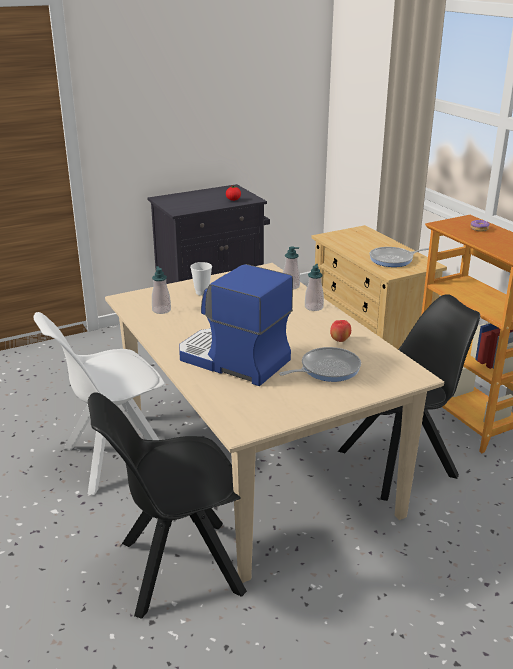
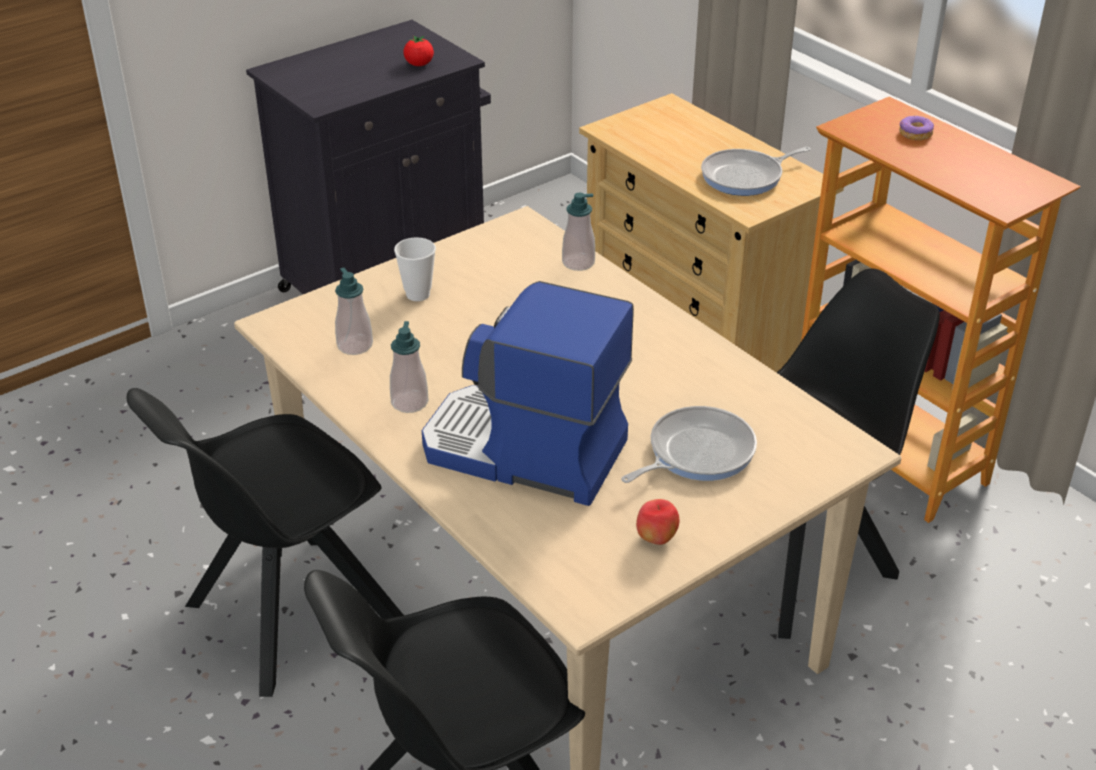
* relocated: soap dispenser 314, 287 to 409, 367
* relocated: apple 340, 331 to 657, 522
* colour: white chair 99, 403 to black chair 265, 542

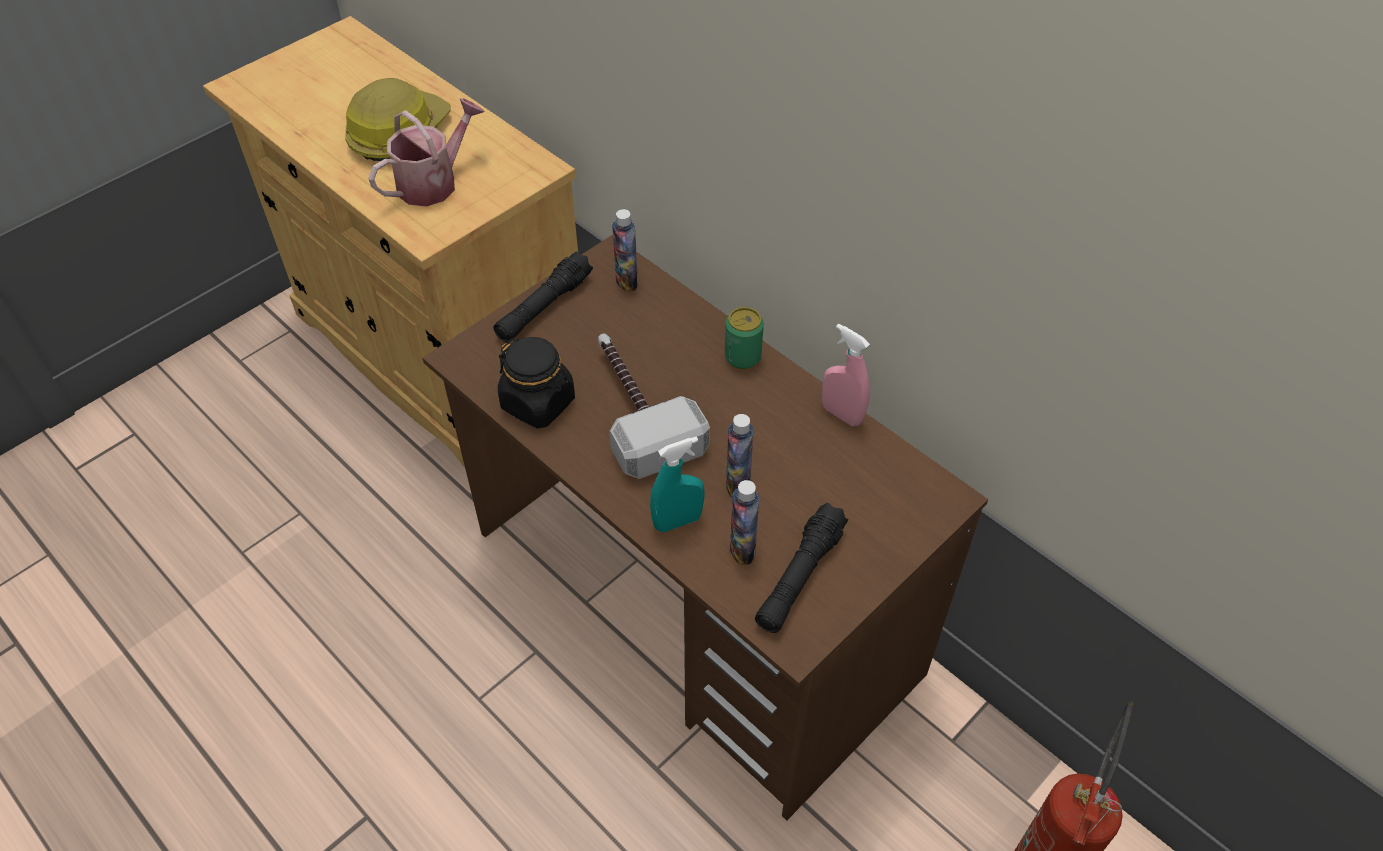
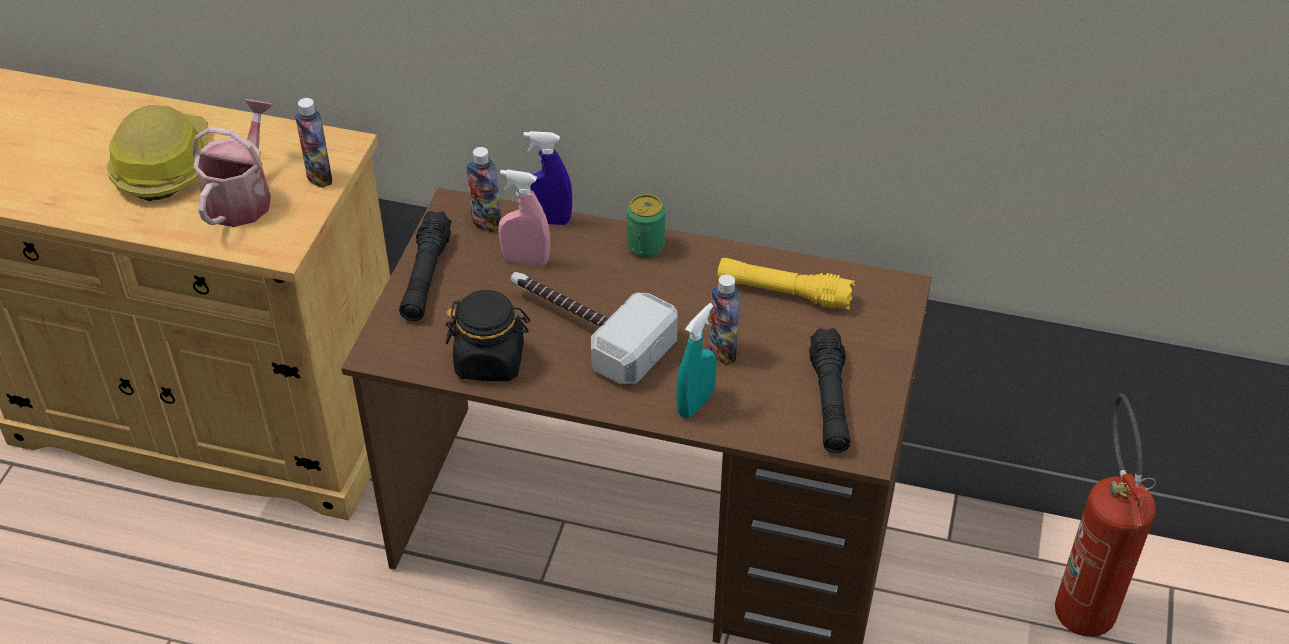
* appeared: blue spray bottle 548, 178
* appeared: yellow flashlight 786, 283
* relocated: bottle 744, 522 to 313, 143
* relocated: pink spray bottle 846, 375 to 524, 218

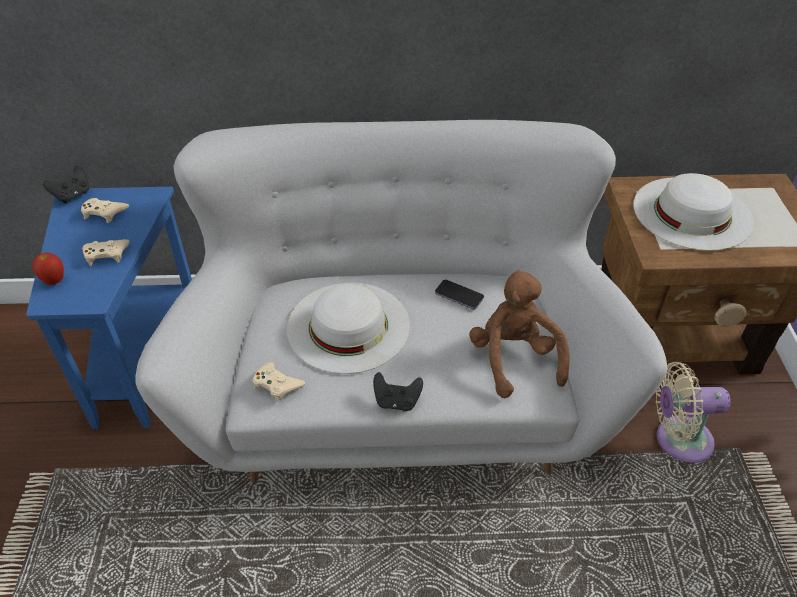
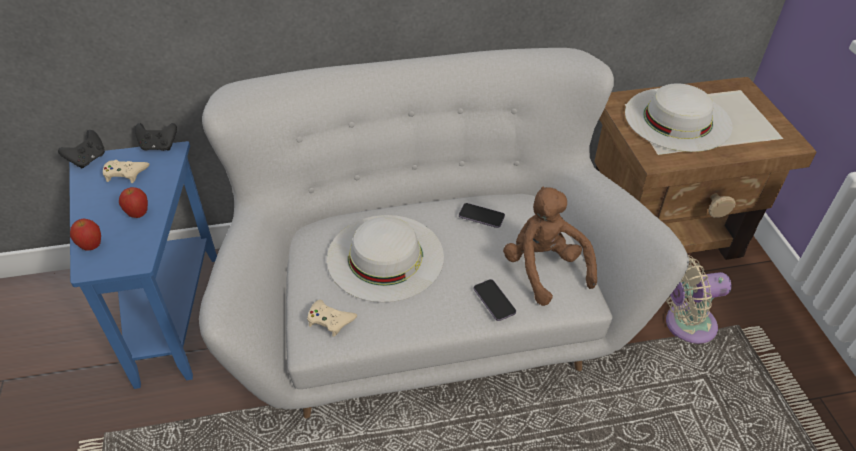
* appeared: phone 495, 300
* relocated: black game controller 398, 391 to 156, 137
* exchanged: beige game controller 106, 252 to apple 133, 202

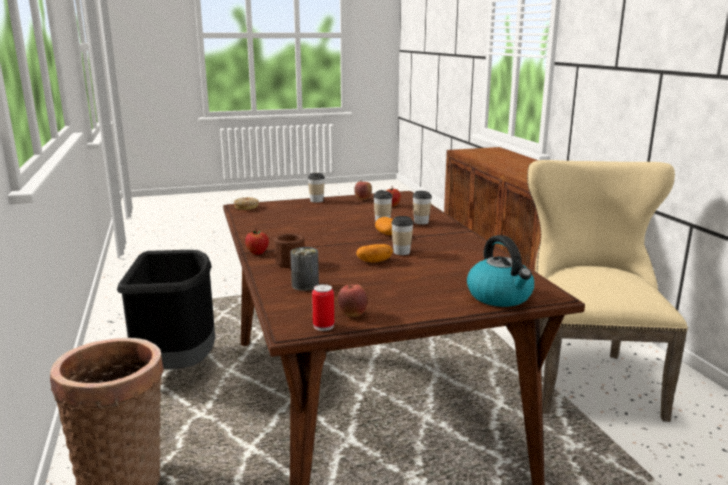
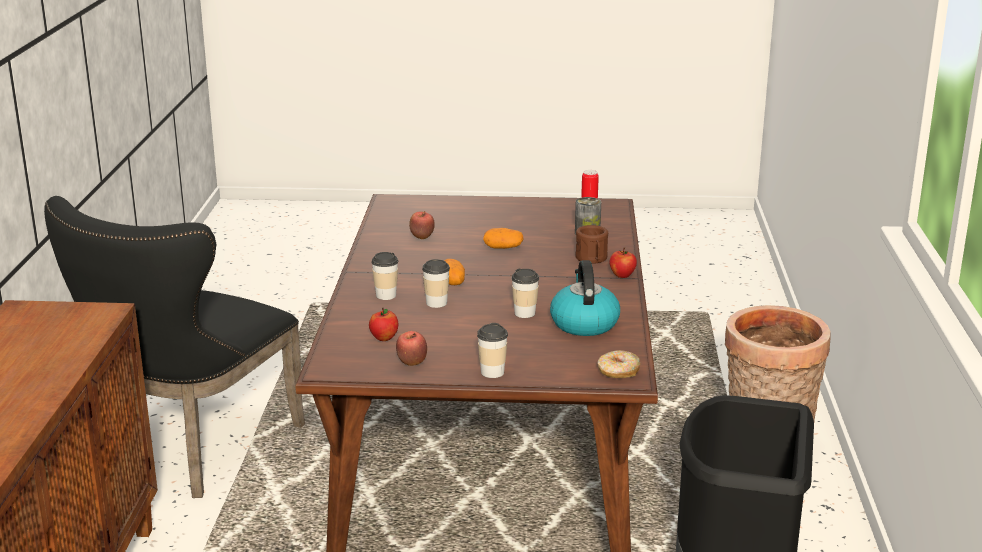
* relocated: apple 352, 300 to 422, 225
* relocated: cup 402, 235 to 525, 293
* relocated: kettle 500, 271 to 585, 298
* colour: beige chair 607, 291 to black chair 174, 347

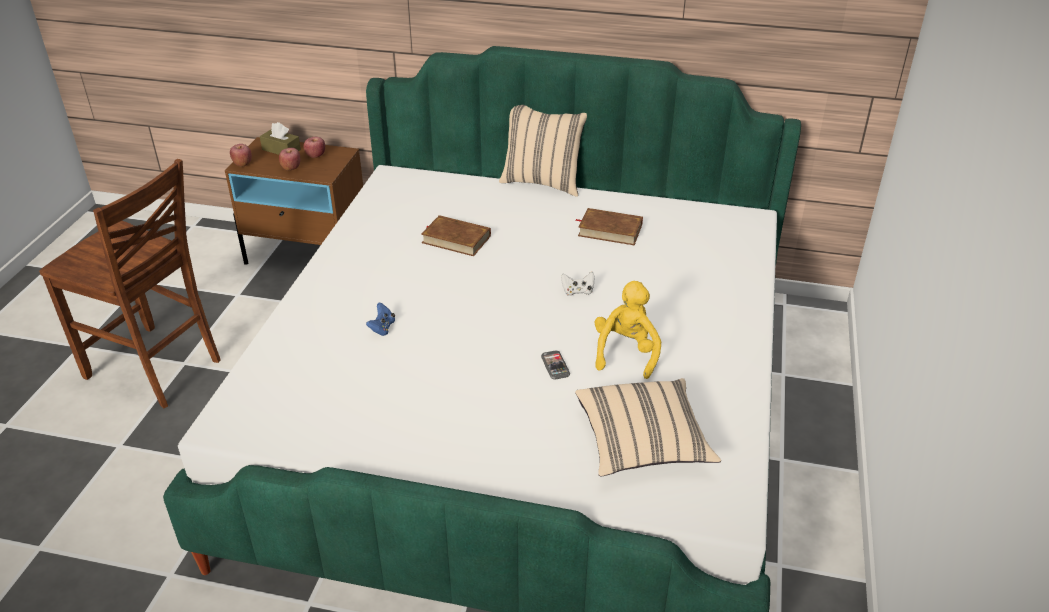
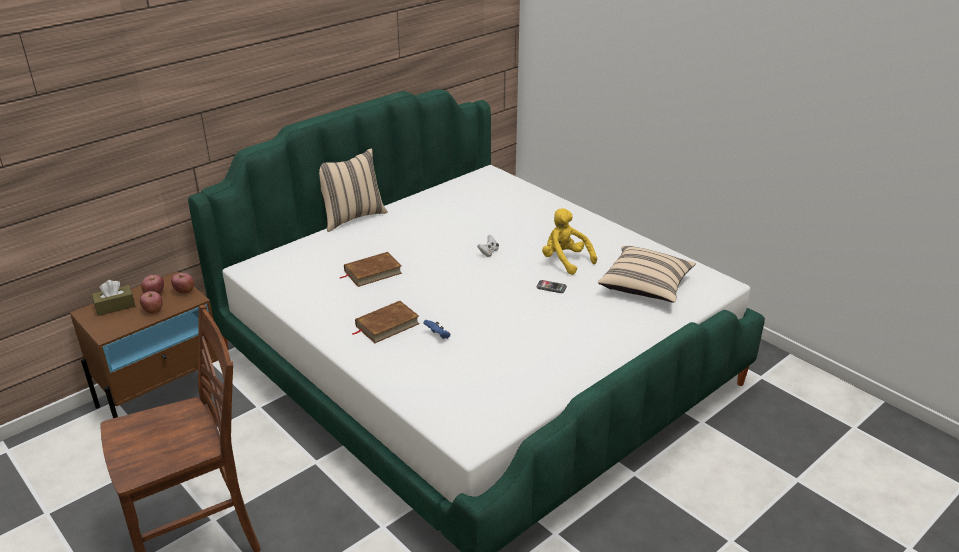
* relocated: apple 241, 155 to 182, 283
* relocated: brown book 609, 226 to 385, 322

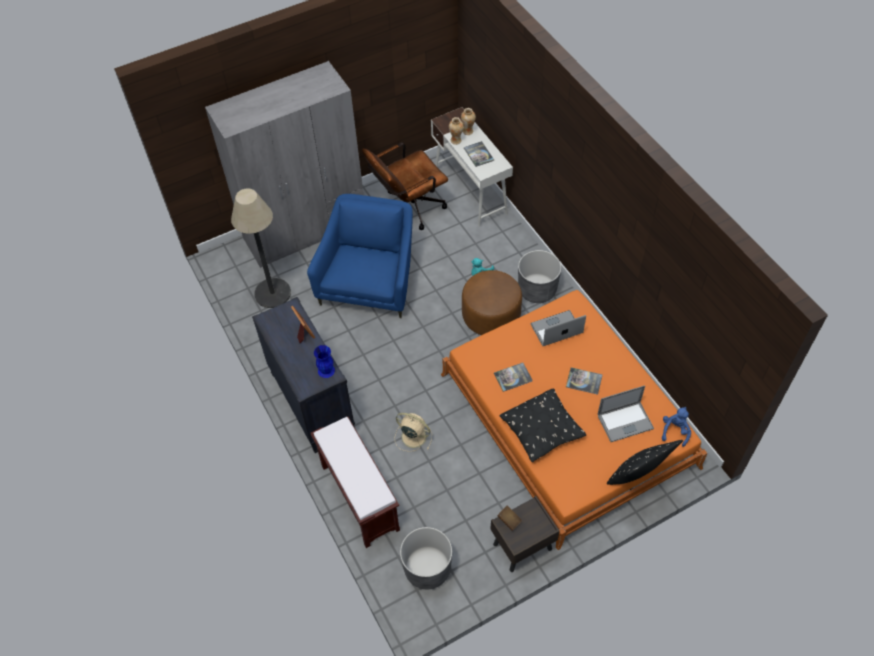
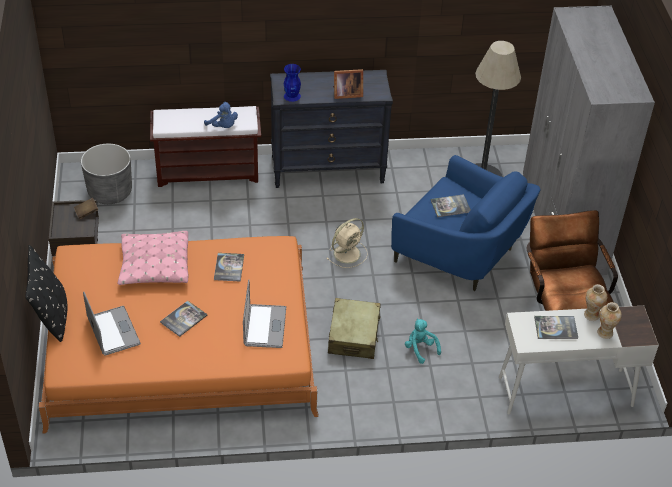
* missing: grey planter 539, 276
* appeared: book 451, 205
* relocated: beige fan 413, 432 to 347, 243
* relocated: blue plush toy 676, 427 to 221, 115
* exchanged: brown ottoman 492, 302 to beige suitcase 354, 328
* colour: black pillow 542, 425 to pink pillow 153, 258
* spun: laptop 626, 413 = 112, 324 150 degrees clockwise

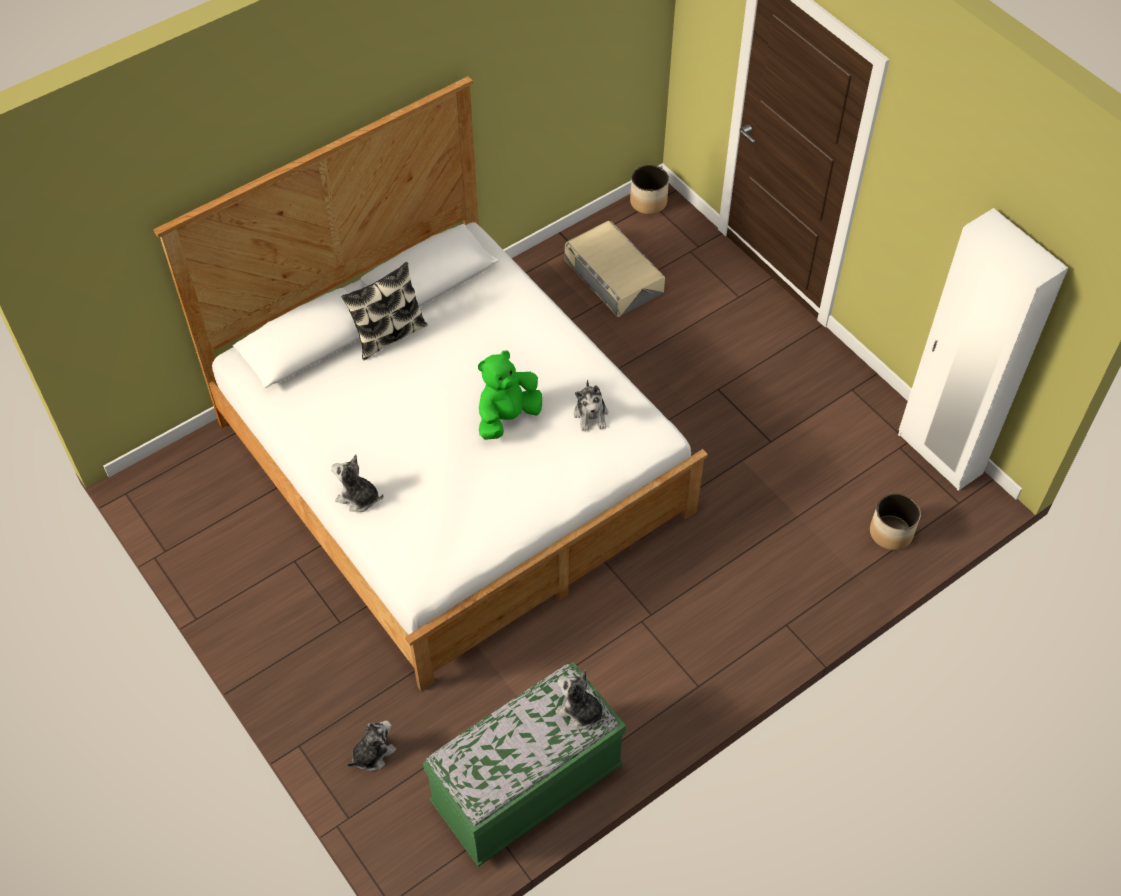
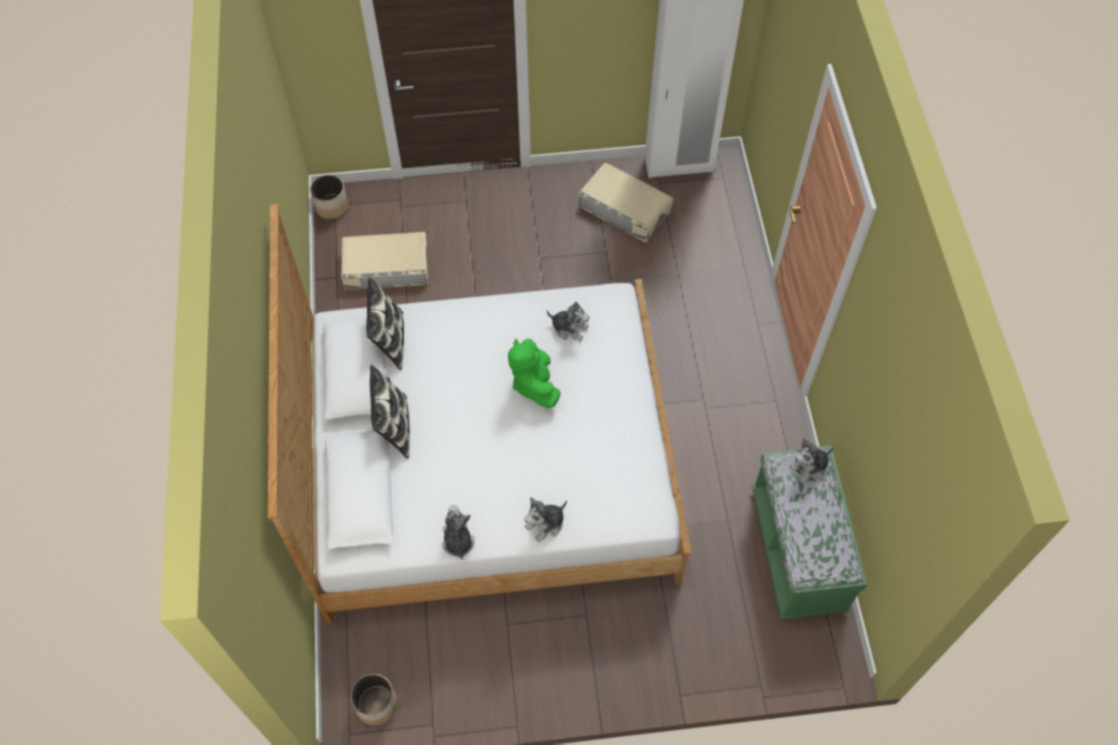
* appeared: pillow 385, 323
* appeared: beige storage box 626, 202
* relocated: plush toy 371, 745 to 458, 532
* relocated: planter 895, 521 to 374, 699

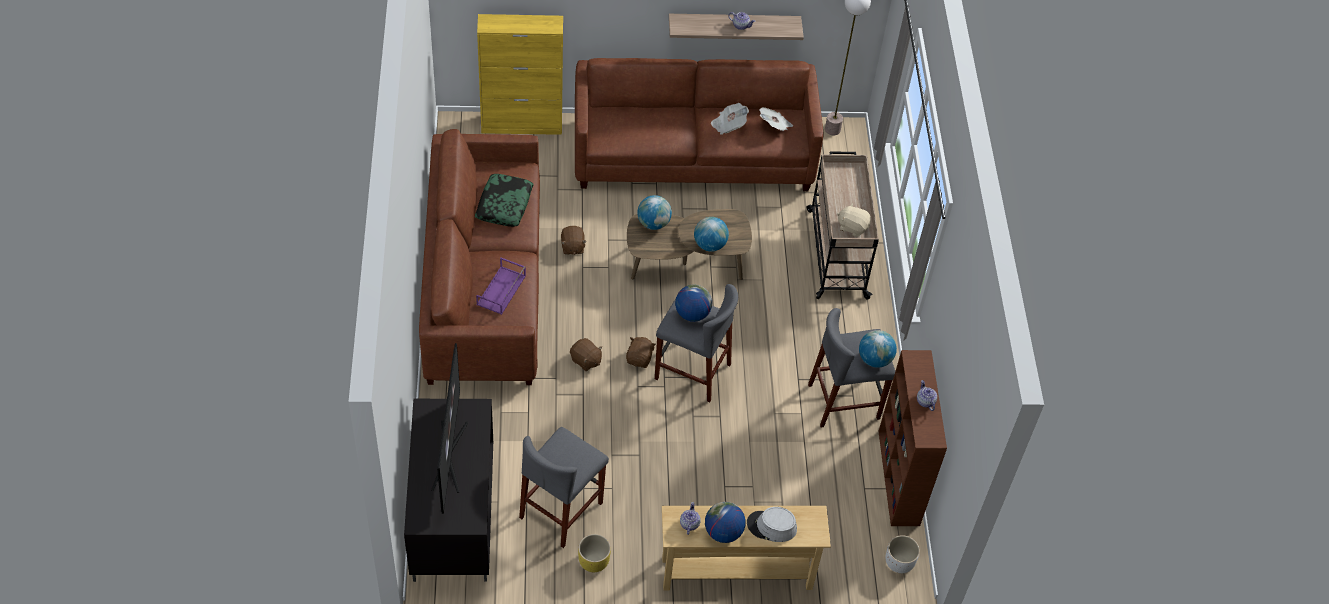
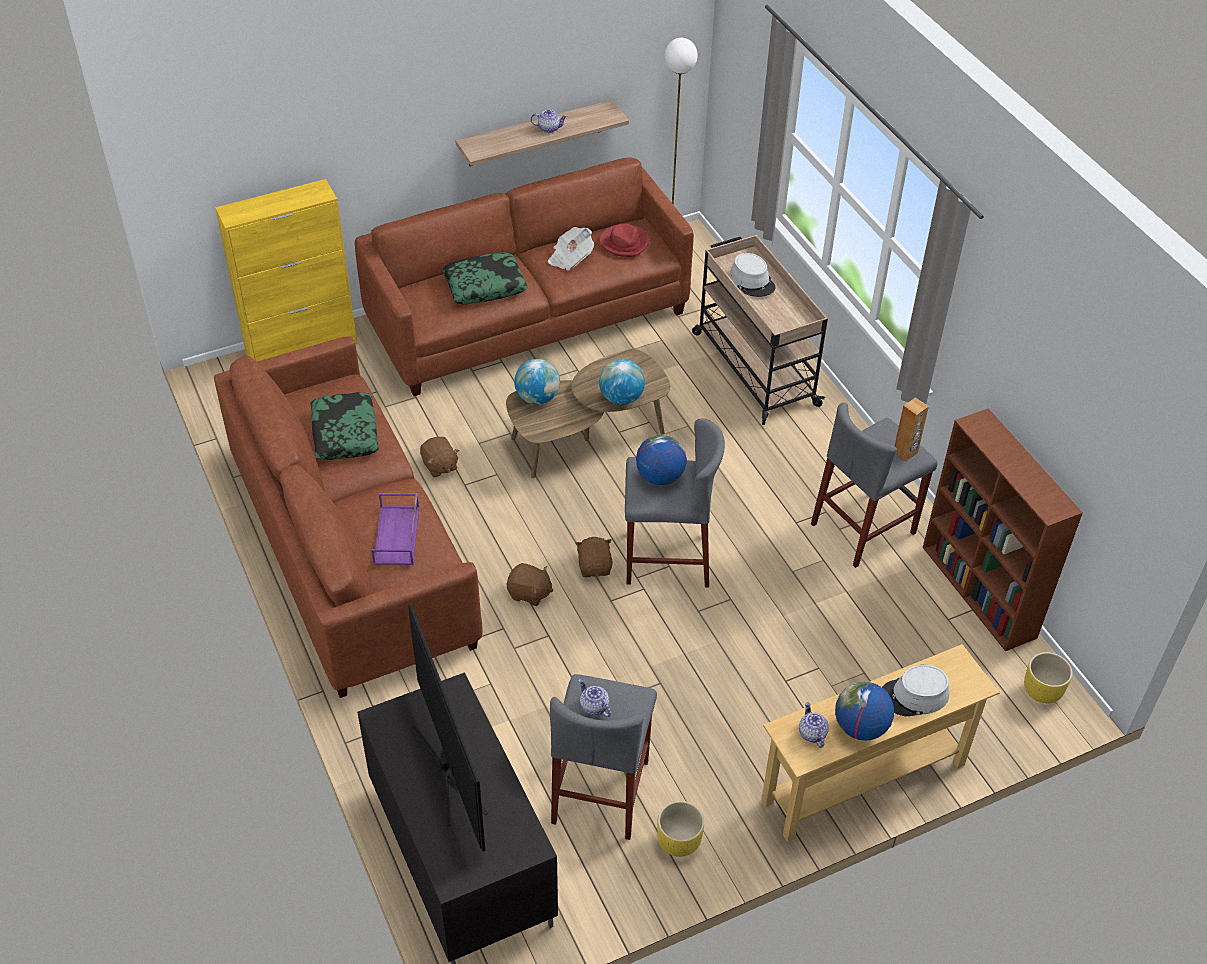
* missing: beige plush toy 854, 220
* appeared: pillow 484, 278
* appeared: grey hat 752, 275
* relocated: teapot 927, 395 to 595, 698
* exchanged: newspaper 776, 119 to red hat 624, 240
* exchanged: globe 878, 349 to brown speaker 911, 430
* colour: white planter 903, 554 to yellow planter 1048, 677

